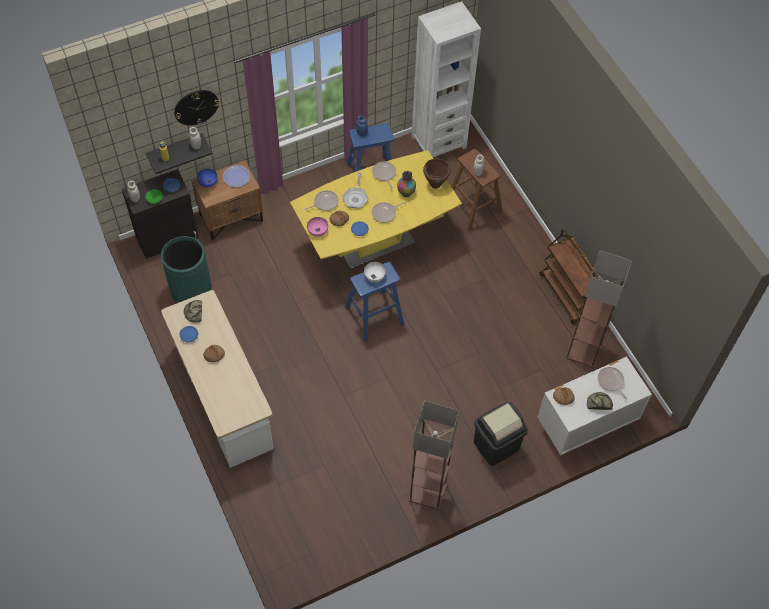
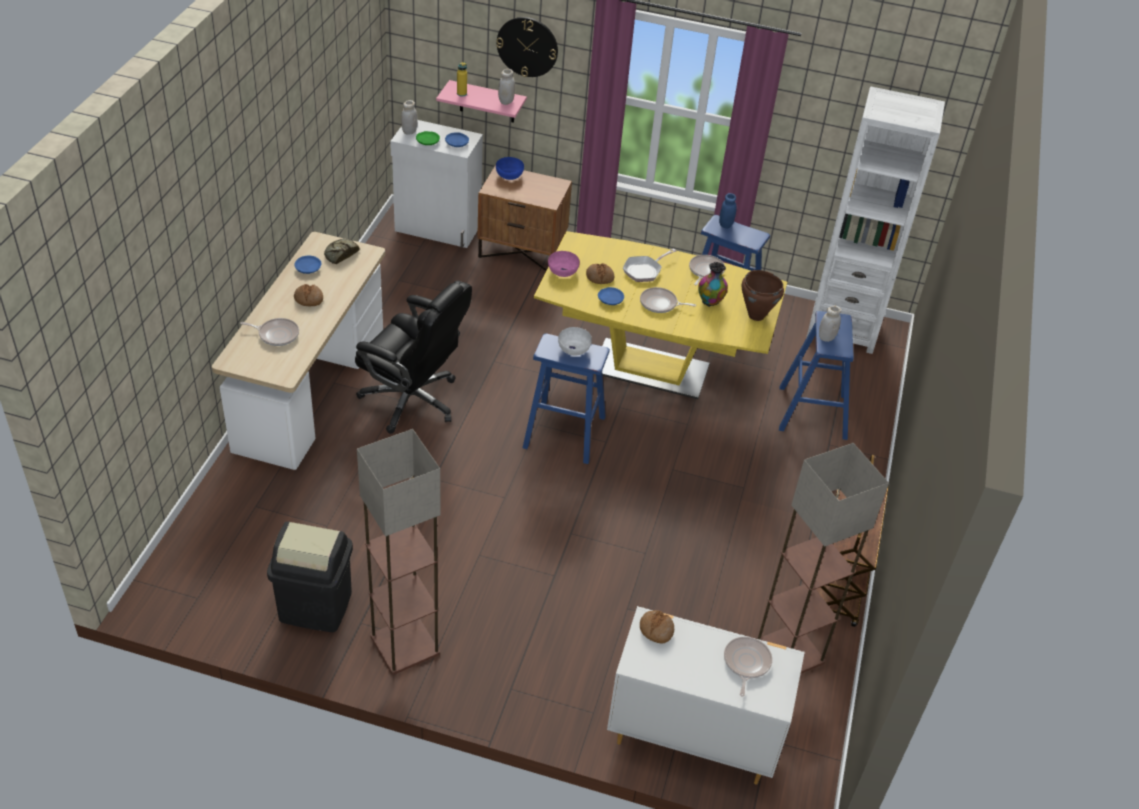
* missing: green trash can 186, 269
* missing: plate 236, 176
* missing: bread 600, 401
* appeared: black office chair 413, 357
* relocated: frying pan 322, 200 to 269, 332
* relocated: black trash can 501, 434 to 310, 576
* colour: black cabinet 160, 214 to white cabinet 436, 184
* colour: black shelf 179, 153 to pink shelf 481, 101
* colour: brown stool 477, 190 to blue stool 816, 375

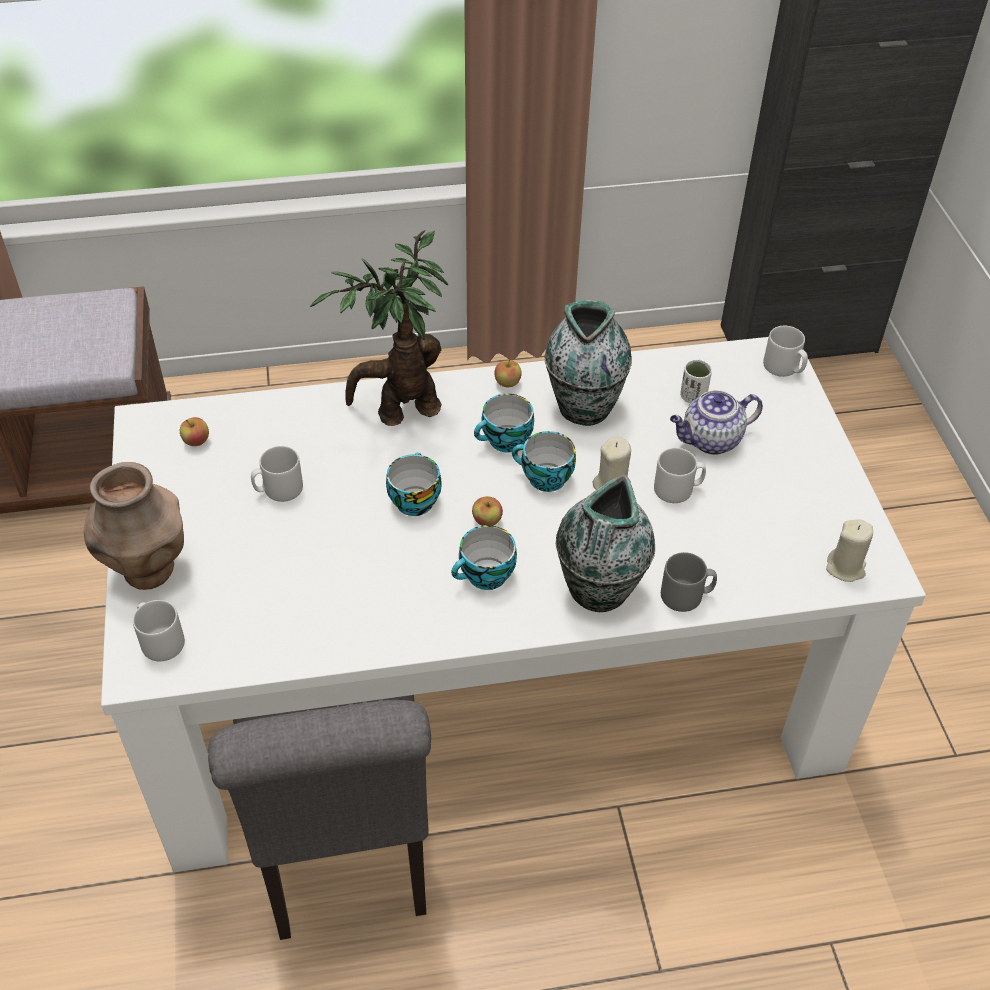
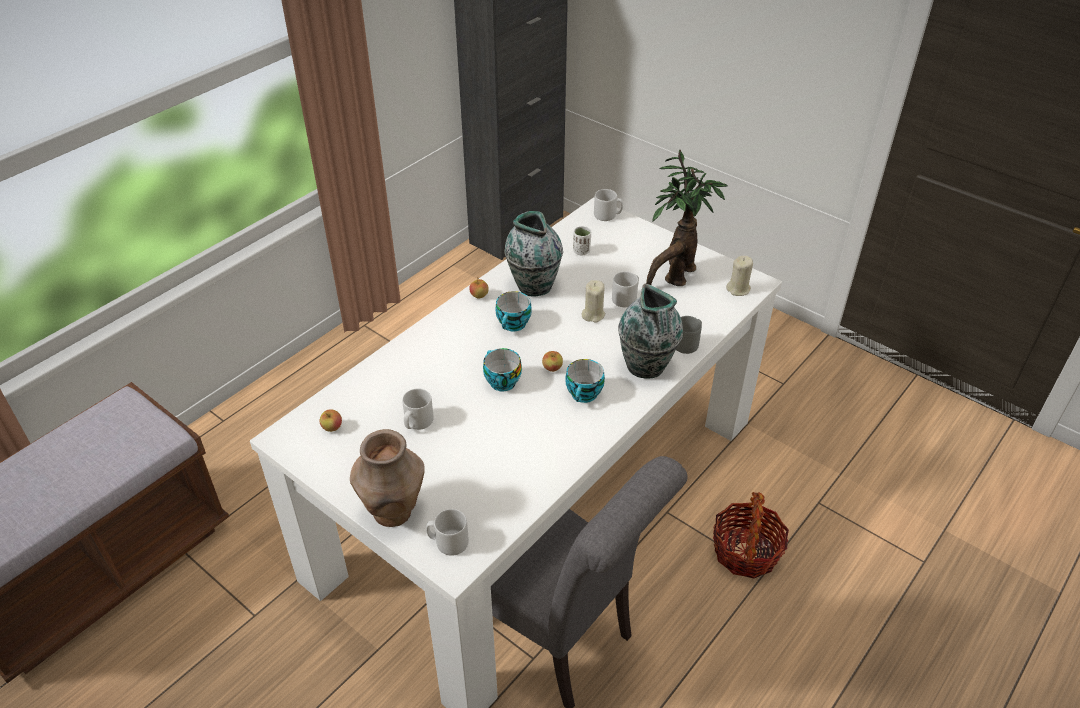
* missing: cup 544, 461
* missing: teapot 716, 422
* appeared: basket 751, 535
* relocated: potted plant 379, 328 to 686, 218

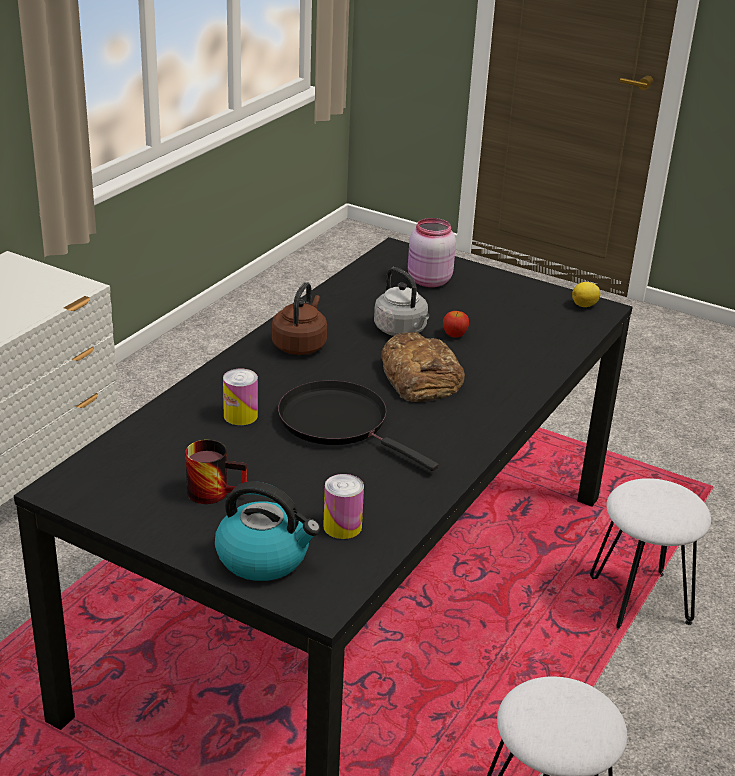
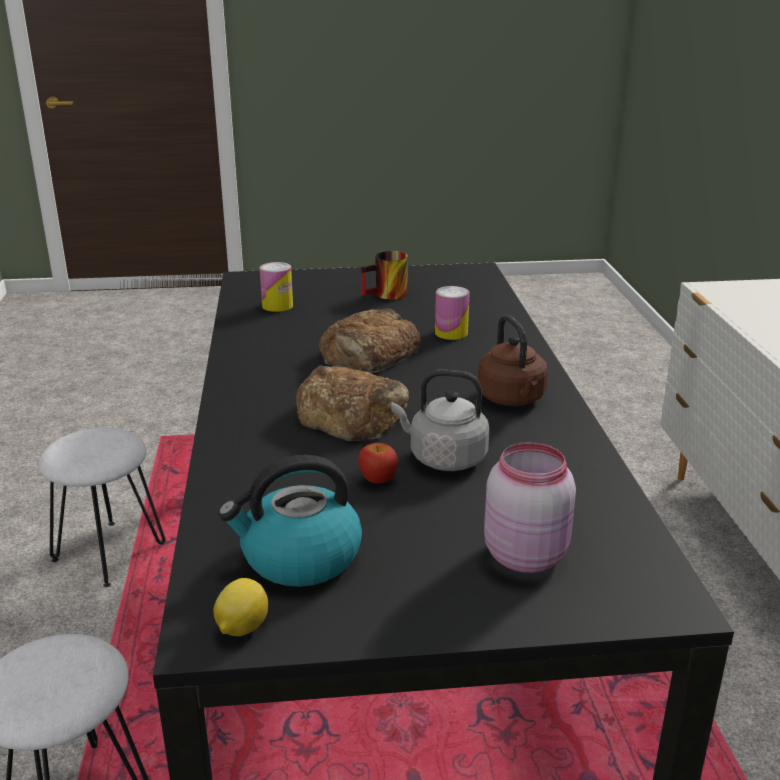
* relocated: kettle 267, 531 to 290, 521
* exchanged: black frying pan 358, 425 to bread 369, 341

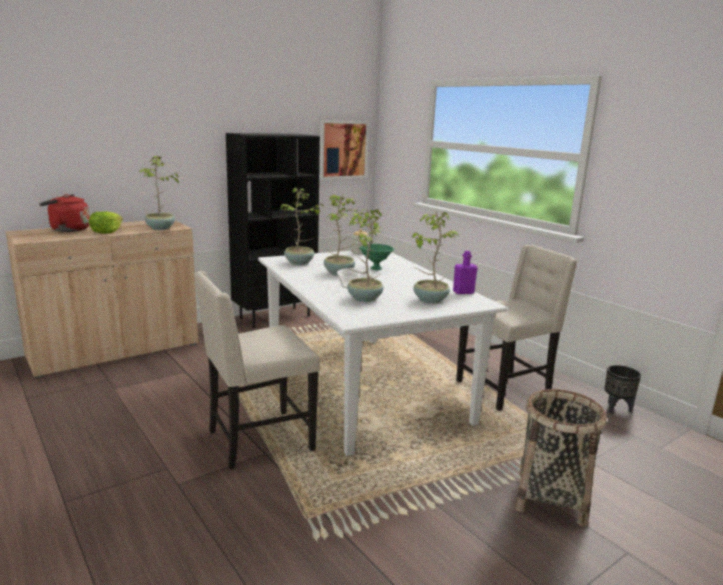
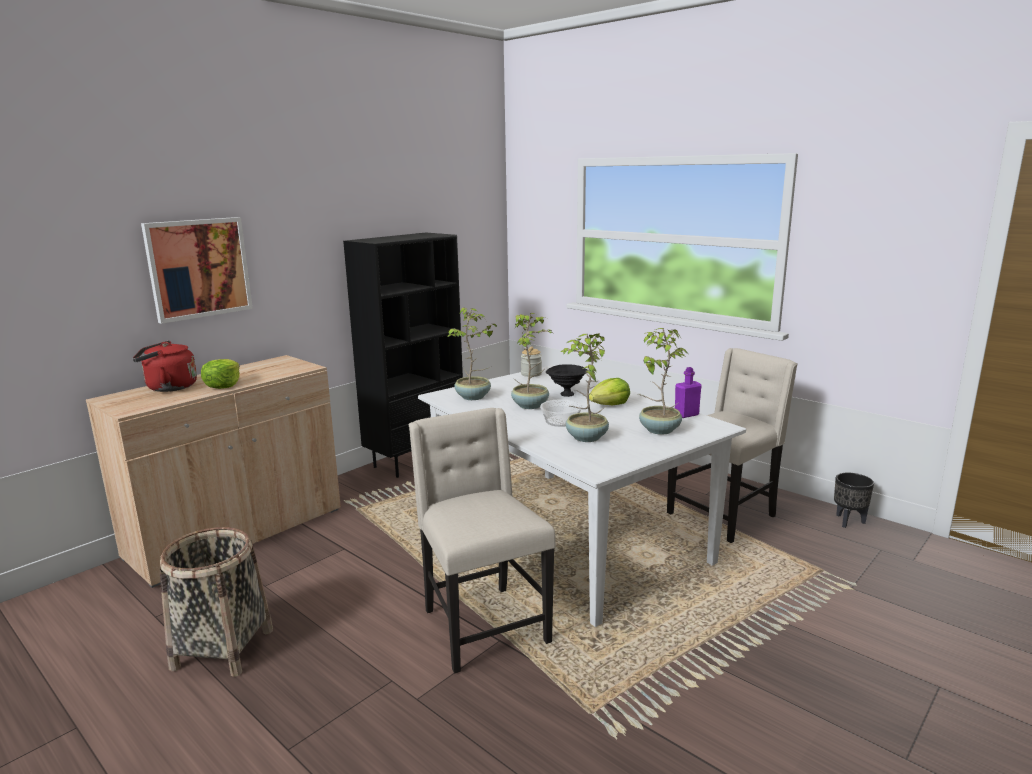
* missing: potted plant 160, 193
* appeared: lettuce 609, 391
* relocated: picture 344, 150 to 197, 270
* relocated: basket 561, 458 to 216, 602
* colour: green bowl 376, 257 to black bowl 566, 380
* spun: beige chair 257, 370 = 482, 541 105 degrees clockwise

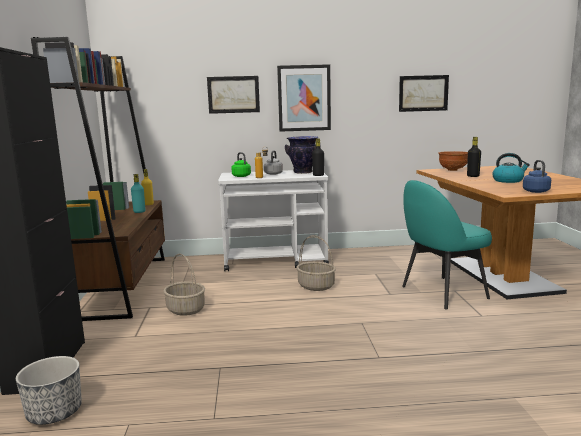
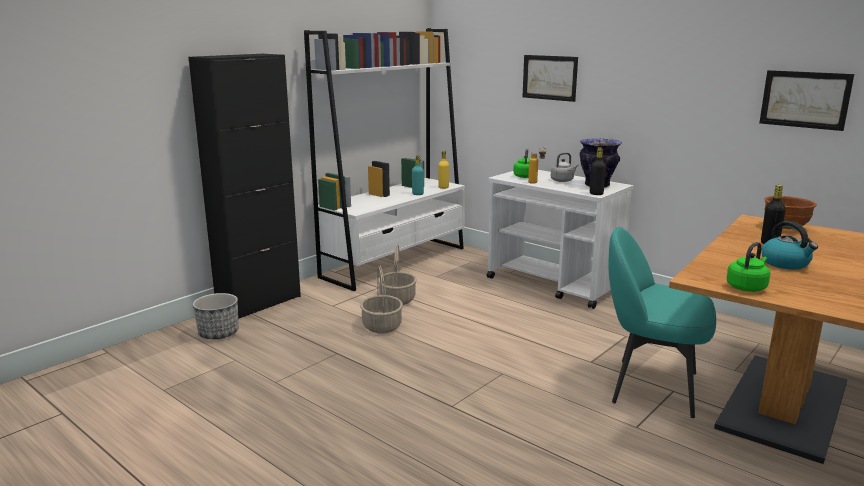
* missing: picture 304, 98
* relocated: basket 316, 263 to 381, 300
* colour: brown bookcase 98, 179 to white bookcase 384, 159
* colour: blue kettle 537, 176 to green kettle 748, 267

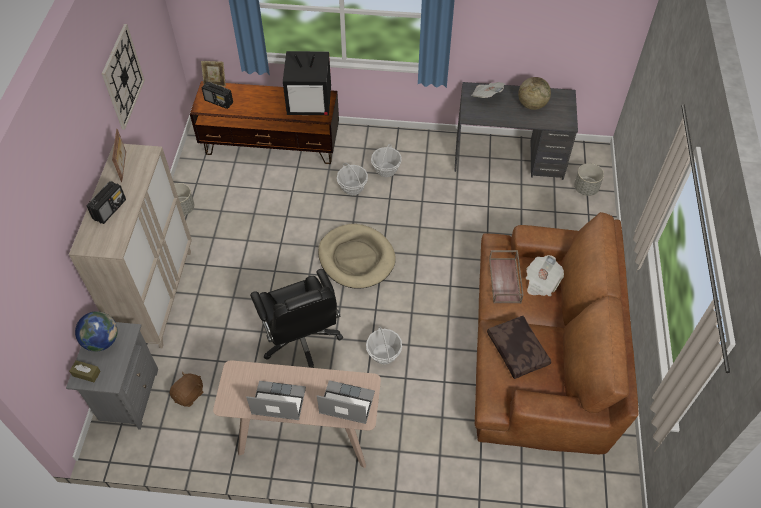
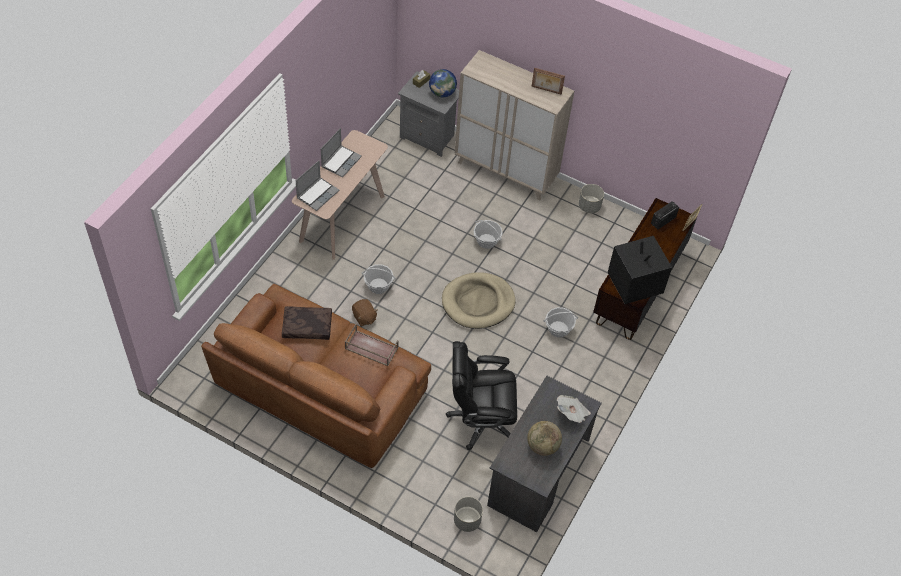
* missing: radio 106, 202
* missing: wall clock 123, 77
* missing: newspaper 545, 275
* relocated: brown plush toy 186, 389 to 365, 312
* relocated: black office chair 296, 318 to 481, 395
* relocated: basket 386, 160 to 488, 234
* spun: television 307, 83 = 640, 270 135 degrees clockwise

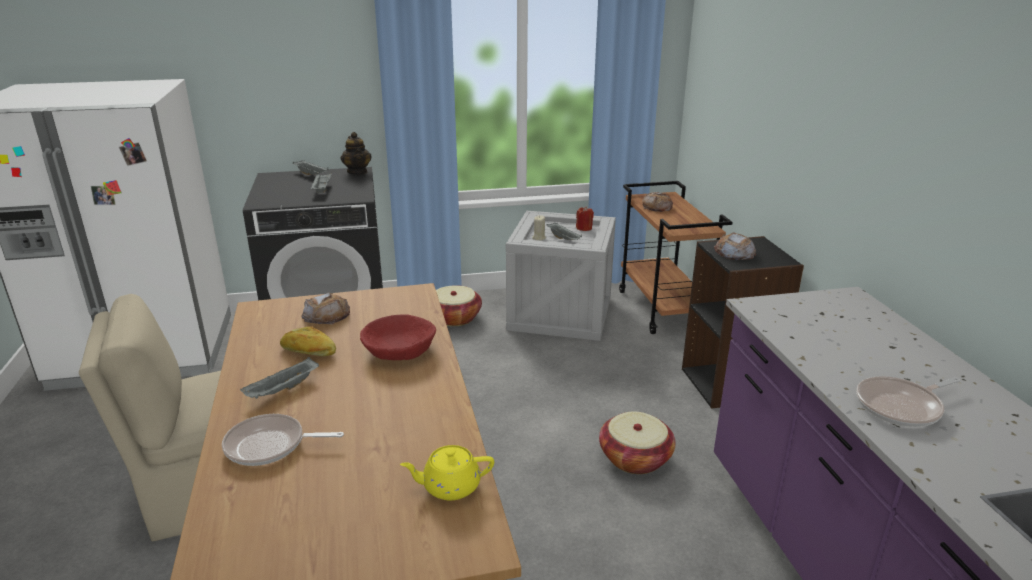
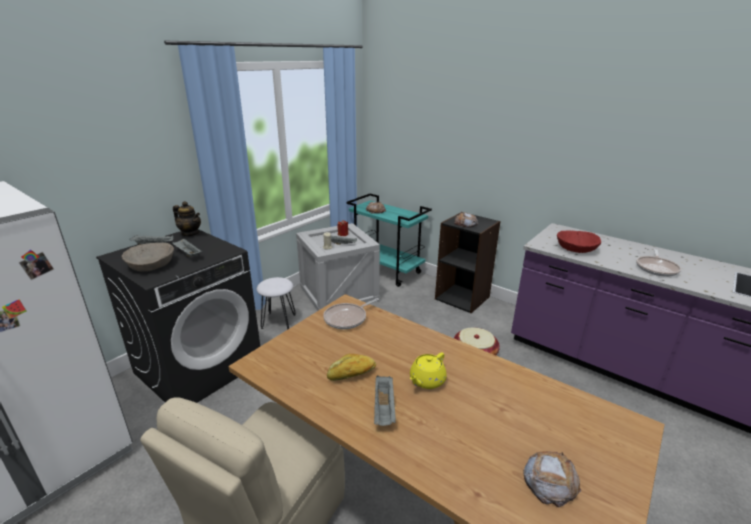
* appeared: beige bowl 148, 257
* relocated: frying pan 283, 440 to 351, 313
* relocated: bread 325, 308 to 552, 479
* relocated: red bowl 398, 337 to 579, 241
* relocated: yellow teapot 447, 473 to 428, 370
* exchanged: basket 459, 306 to white stool 276, 303
* colour: brown cart 675, 257 to turquoise cart 389, 240

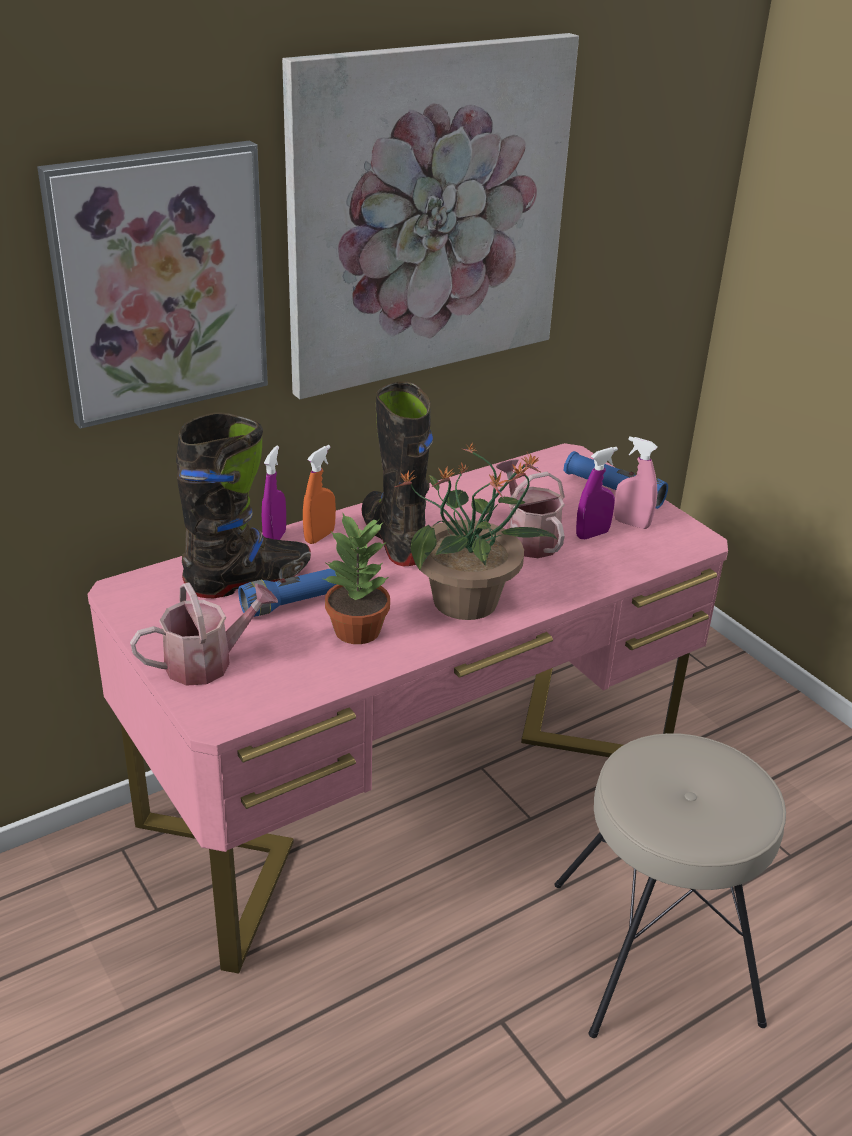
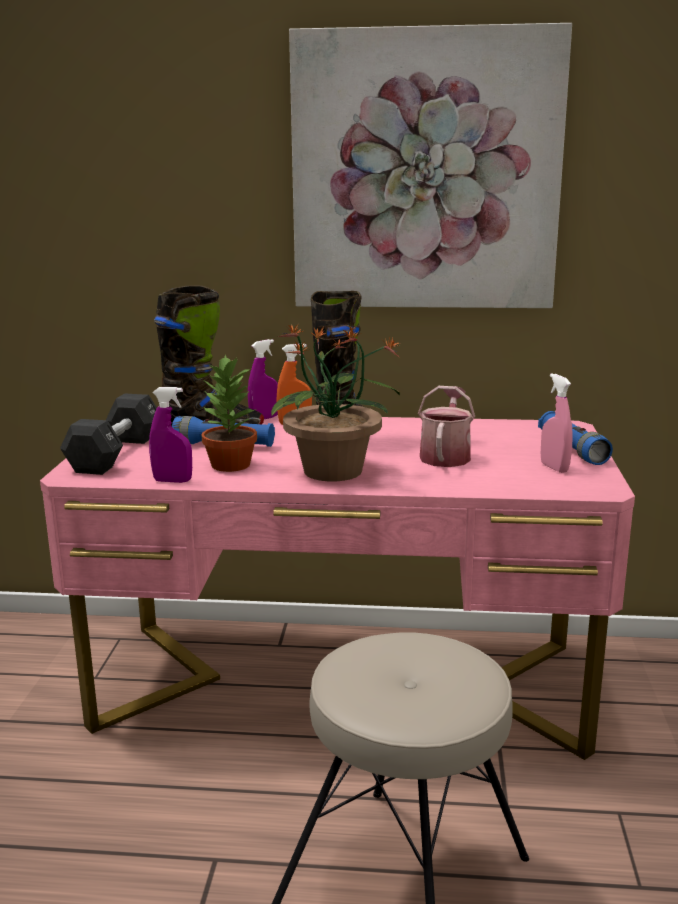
* missing: picture 152, 284
* relocated: purple spray bottle 597, 493 to 170, 435
* exchanged: watering can 204, 634 to black dumbbell 108, 434

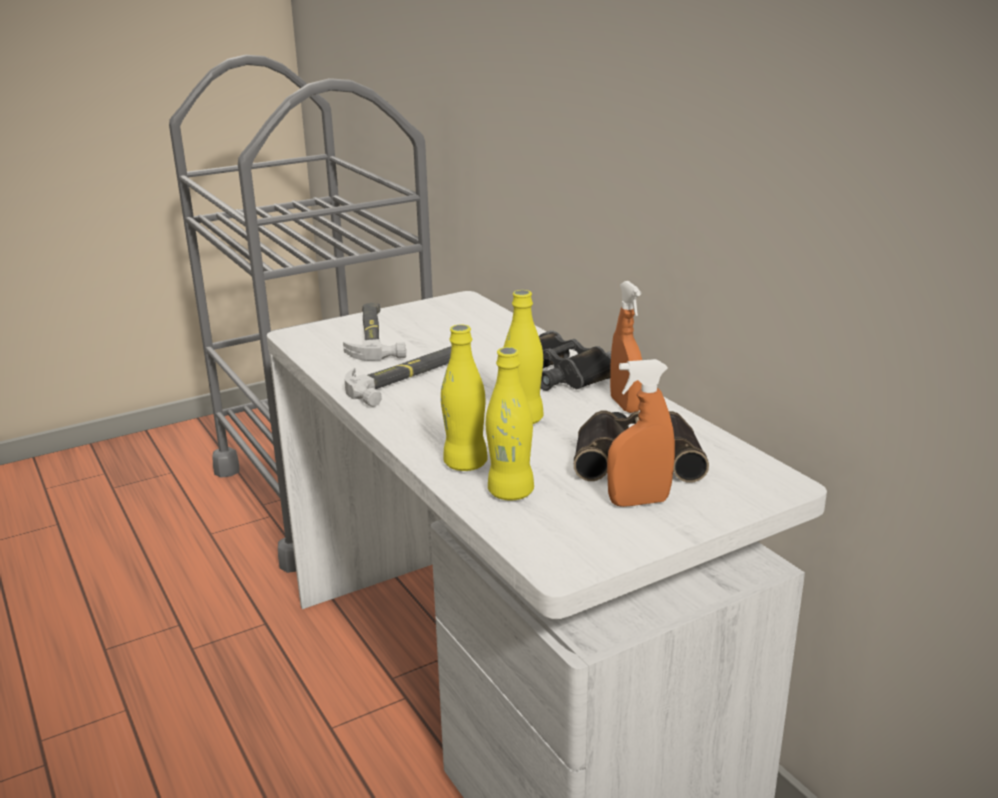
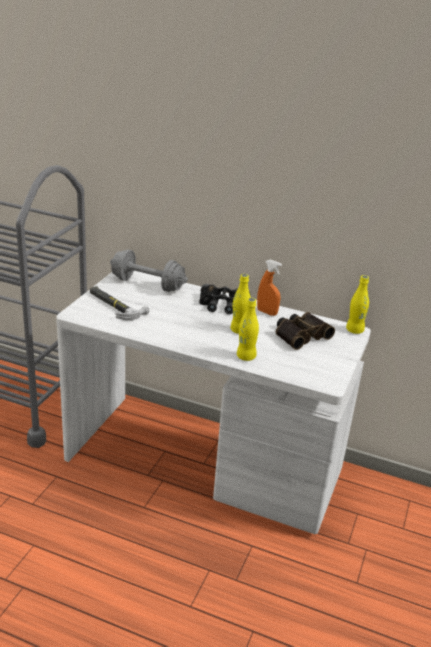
* missing: hammer 398, 376
* missing: orange spray bottle 641, 433
* appeared: grey dumbbell 149, 271
* relocated: yellow bottle 510, 424 to 357, 304

